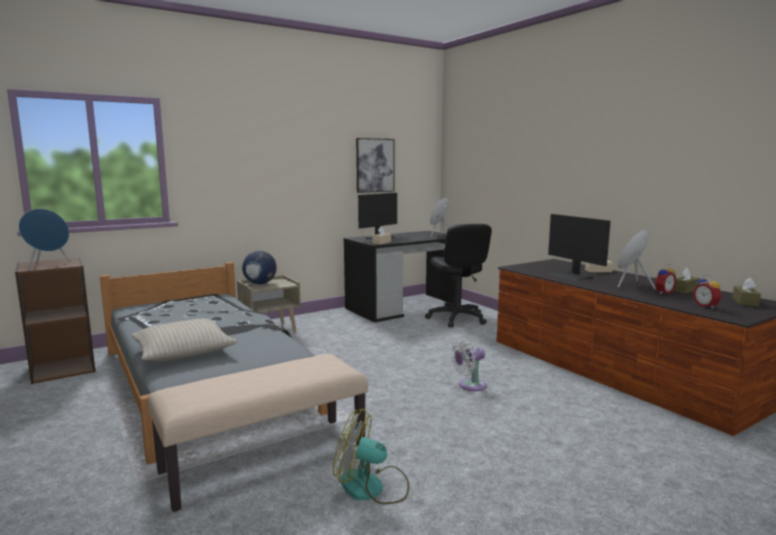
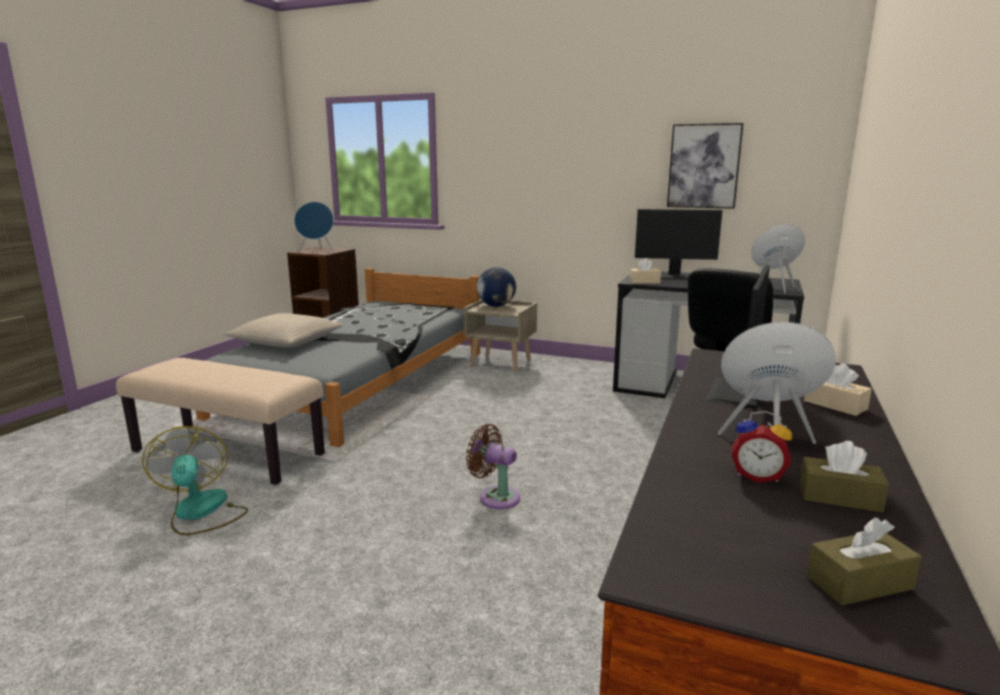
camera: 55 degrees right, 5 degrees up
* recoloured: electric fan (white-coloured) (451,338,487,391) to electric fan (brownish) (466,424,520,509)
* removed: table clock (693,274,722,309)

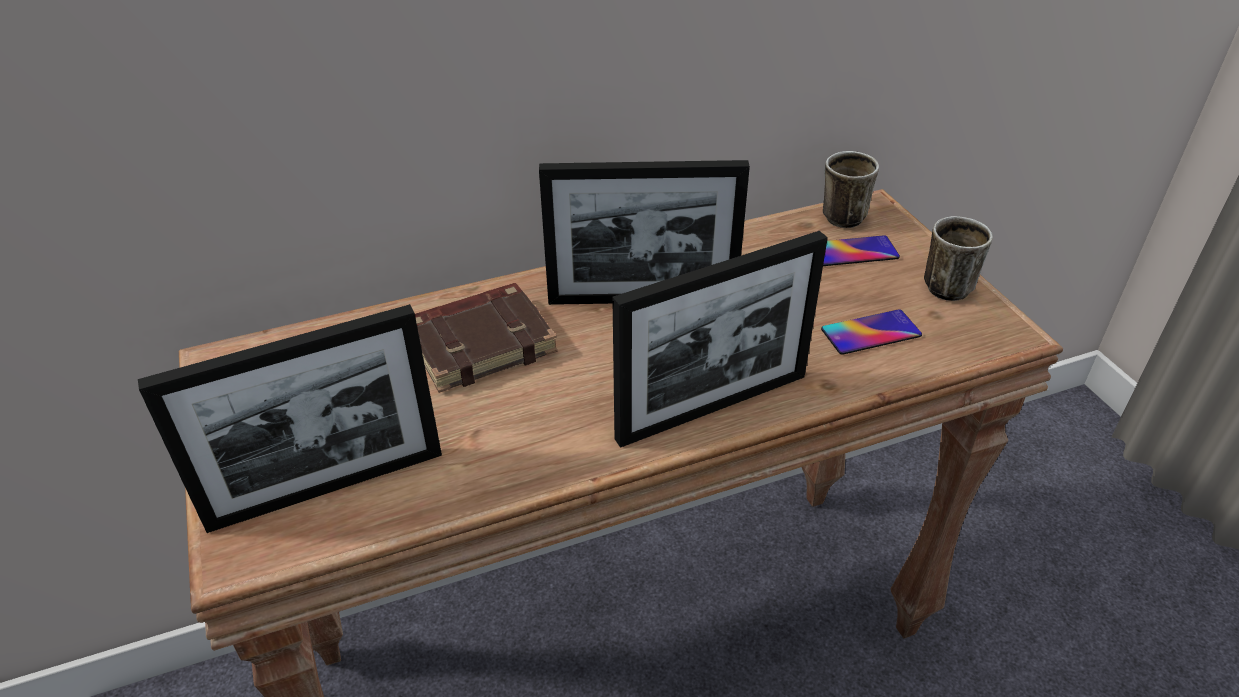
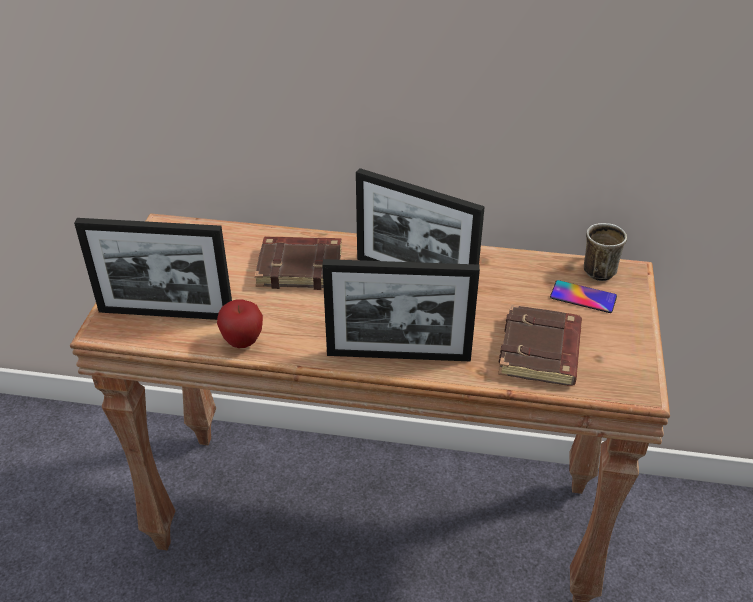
camera: 30 degrees right, 0 degrees up
* added: apple (217,300,263,348)
* replaced: phone (821,309,922,355) to book (brownish) (498,304,582,386)
* removed: coffee mug (924,216,993,301)

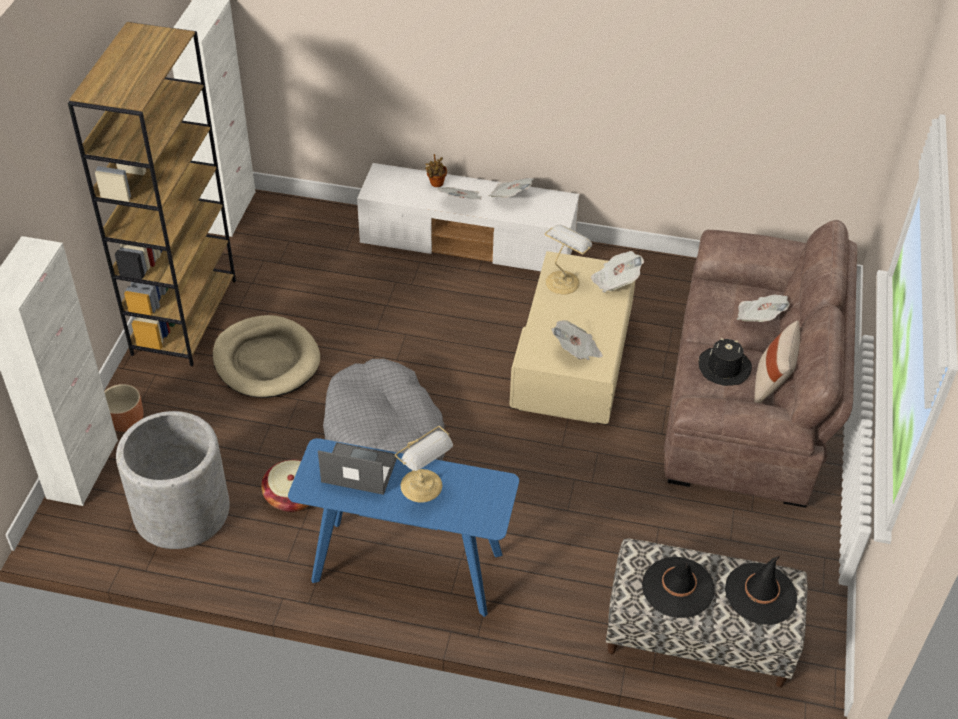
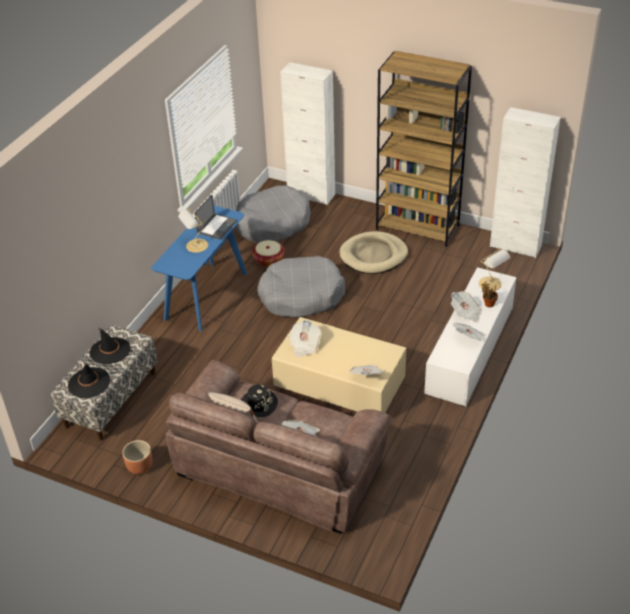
camera: 105 degrees right, 5 degrees down
* moved: plant pot (brownish) (104,384,143,432) to (122,440,153,474)
* replaced: plant pot (gray) (116,411,230,549) to pet bed (gray) (236,185,311,244)
* moved: table lamp (544,225,592,294) to (479,248,510,291)

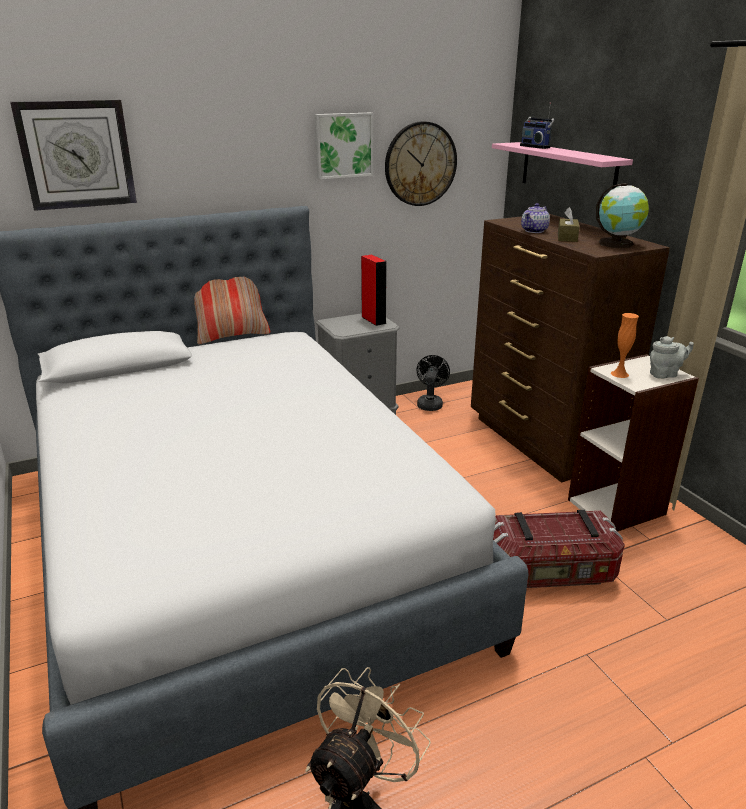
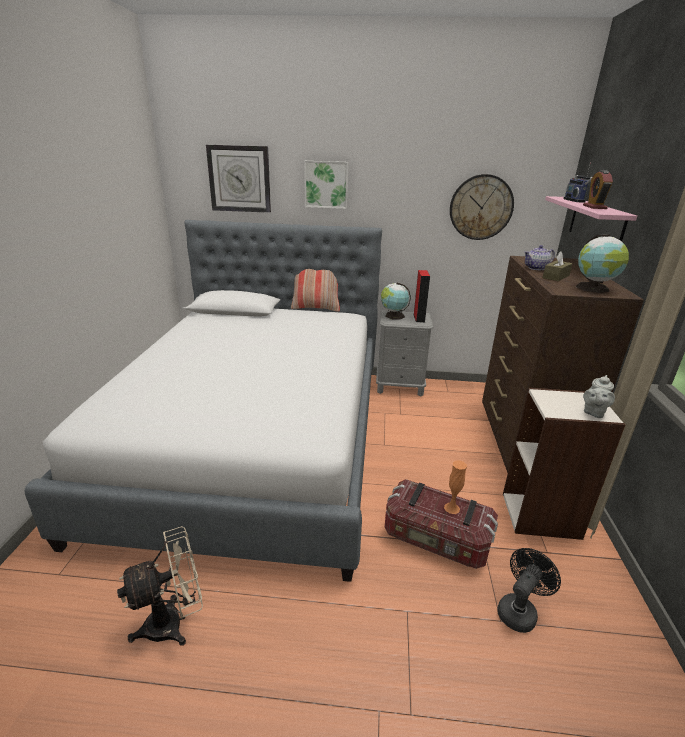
camera: 30 degrees right, 0 degrees up
* moved: wall picture (315,113,373,179) to (304,161,349,209)
* added: desk globe (381,282,411,320)
* moved: decorative vase (orange) (611,313,639,378) to (444,460,467,514)
* moved: electric fan (blackish) (417,355,450,411) to (497,548,561,633)
* added: table clock (583,170,613,209)
* turned: teapot (gray) (650,336,694,379) = (583,375,615,418) 105 degrees clockwise

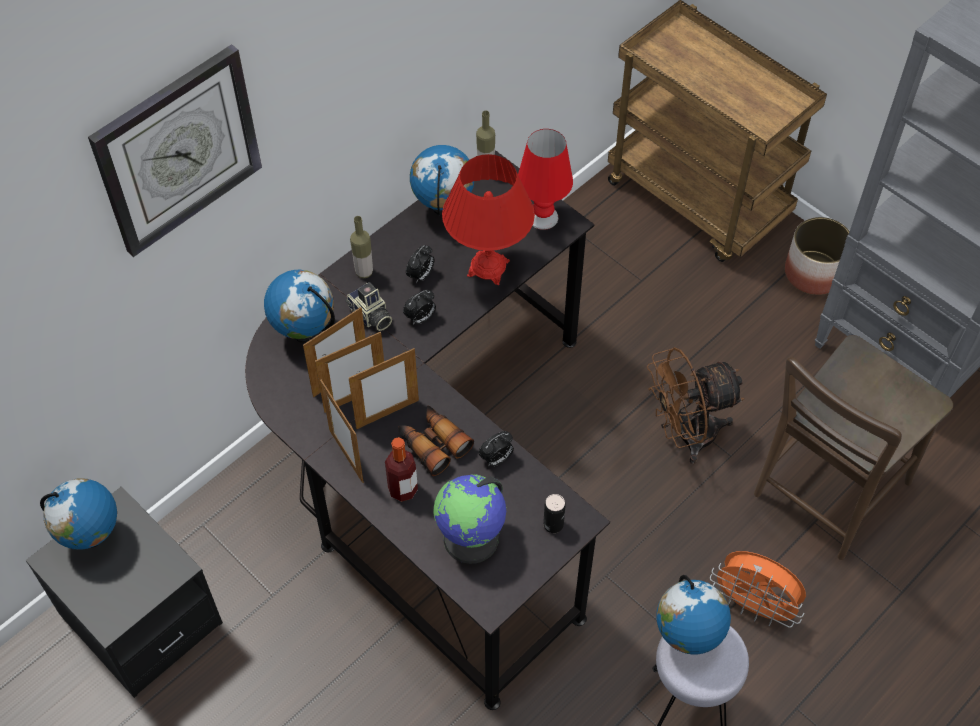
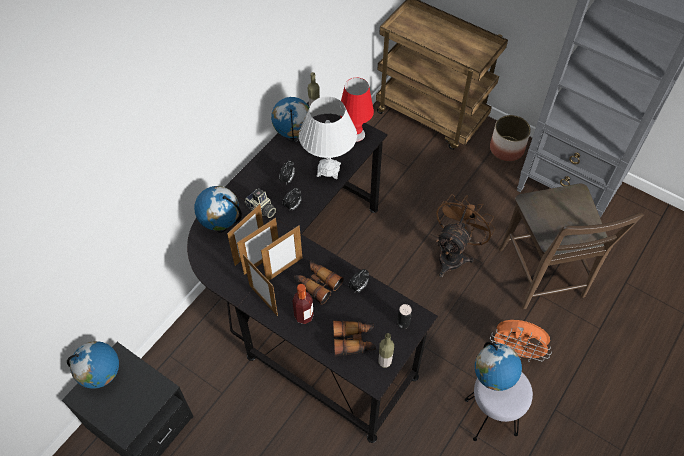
camera: 10 degrees left, 0 degrees up
* recoloured: table lamp (red-coloured) (442,154,535,285) to table lamp (white-coloured) (299,97,357,179)
* replaced: desk globe (434,474,507,564) to binoculars (333,321,376,356)
* moved: bottle (350,216,373,278) to (379,333,394,368)
* turned: electric fan (brownish) (647,347,745,464) = (436,194,495,278) 150 degrees clockwise
* turned: upright chair (brownish) (754,335,953,560) = (498,183,643,309) 45 degrees counterclockwise
* removed: wall clock (88,44,262,257)

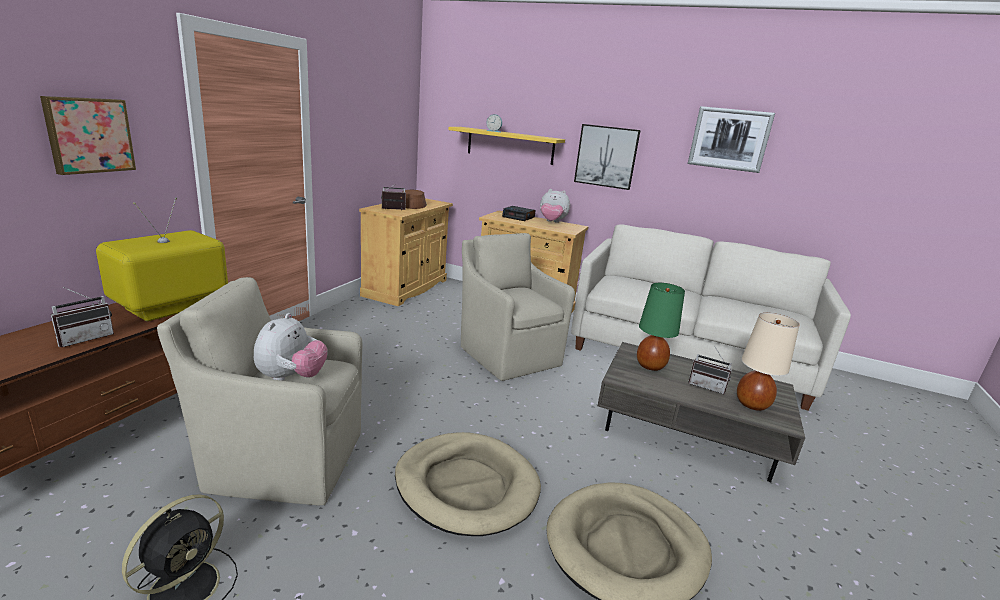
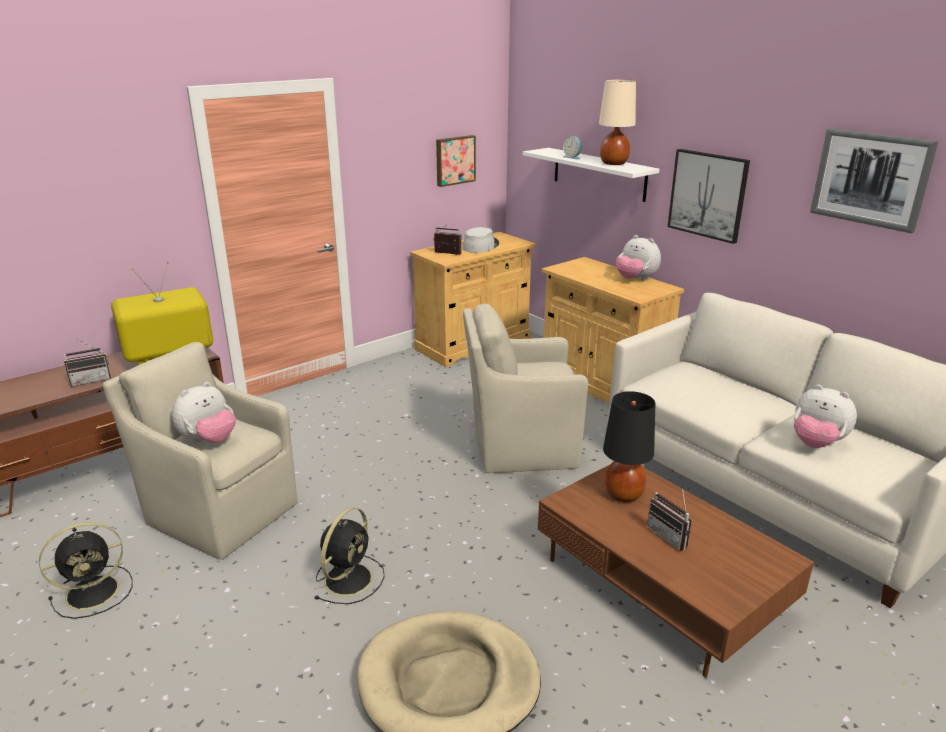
camera: 30 degrees right, 5 degrees up
* replaced: pet bed (beige-coloured) (395,432,541,536) to electric fan (blackish) (314,507,385,604)
* moved: wall picture (40,96,136,175) to (436,135,476,187)
* recoloured: hat (brownish) (403,190,427,209) to hat (gray) (462,227,499,253)
* turned: armchair (beige-coloured) (461,233,575,381) = (463,304,588,473) 90 degrees counterclockwise
* recoloured: shelf (yellow) (448,127,565,165) to shelf (white-coloured) (523,148,659,202)
* recoloured: lounge table (gray) (598,342,805,482) to lounge table (brownish) (538,465,814,677)
* moved: table lamp (beige-coloured) (737,313,800,411) to (599,79,636,165)
* recoloured: table lamp (green-coloured) (637,283,685,371) to table lamp (blackish) (603,391,656,502)
* added: plush toy (794,385,857,448)
* removed: table clock (502,206,535,221)

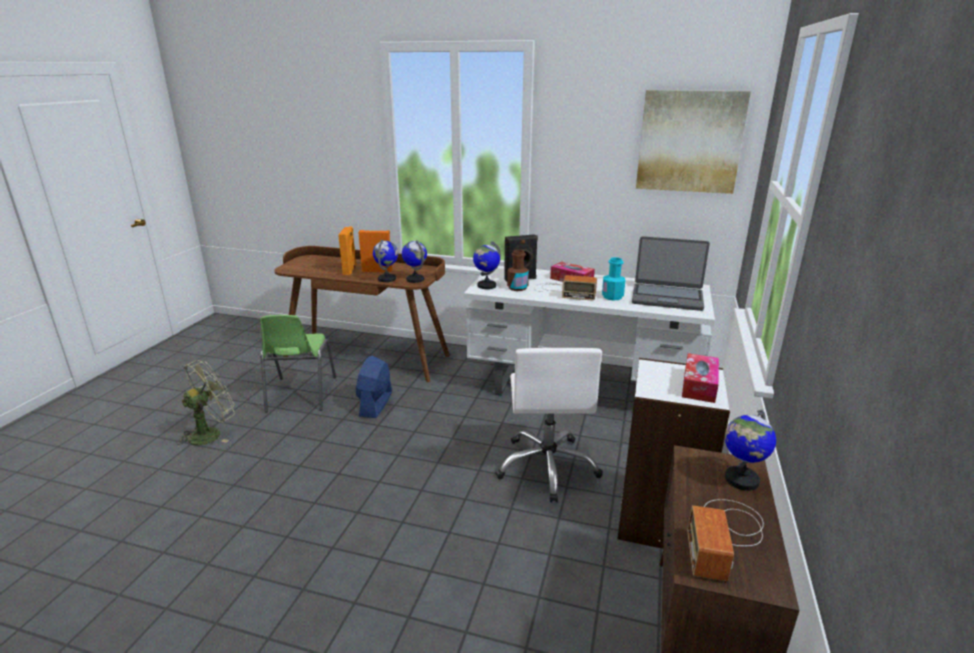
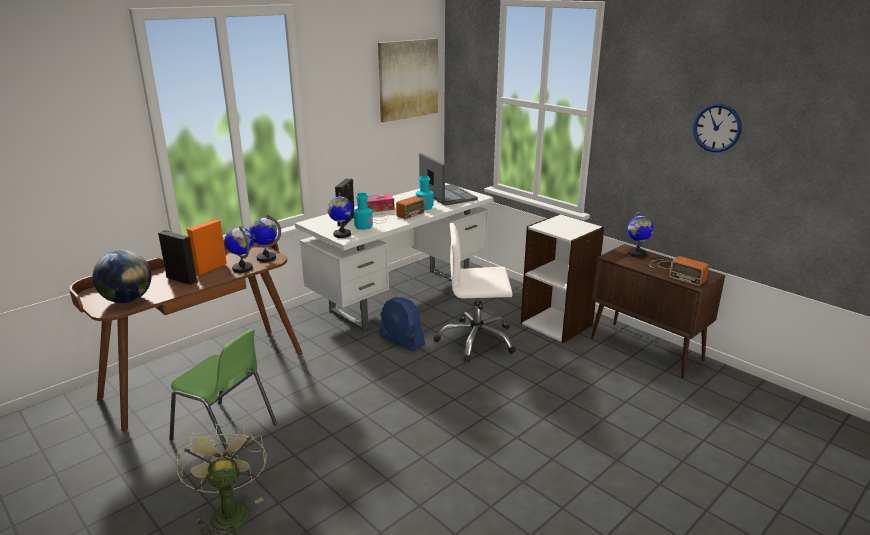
camera: 60 degrees left, 0 degrees up
* added: desk globe (92,250,151,303)
* recoloured: speaker (orange) (338,227,357,275) to speaker (blackish) (158,230,198,285)
* recoloured: bottle (brownish) (507,250,529,291) to bottle (turquoise) (354,192,373,230)
* moved: electric fan (blue-coloured) (356,356,392,418) to (379,297,425,351)
* turned: portable computer (632,236,710,311) = (419,153,478,206) 75 degrees counterclockwise
* turned: office chair (white-coloured) (495,348,603,502) = (434,222,516,362) 150 degrees clockwise
* added: wall clock (693,104,742,152)
* removed: tissue box (682,353,719,403)

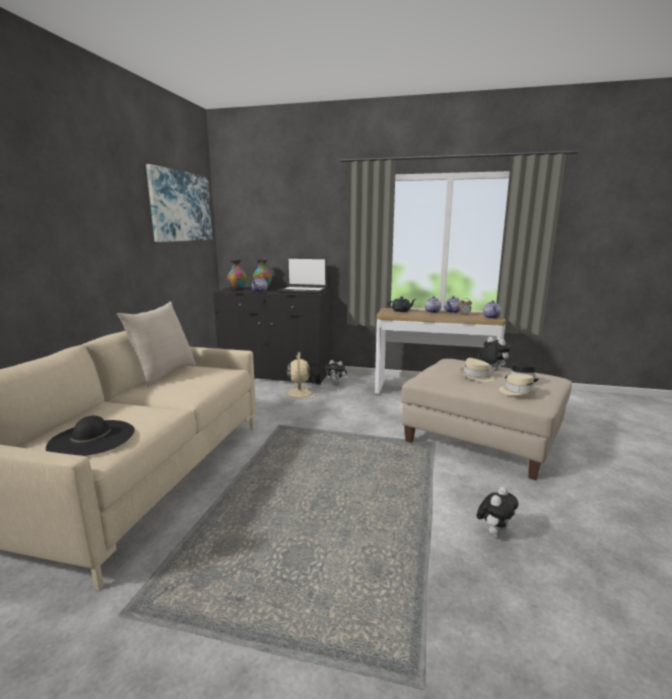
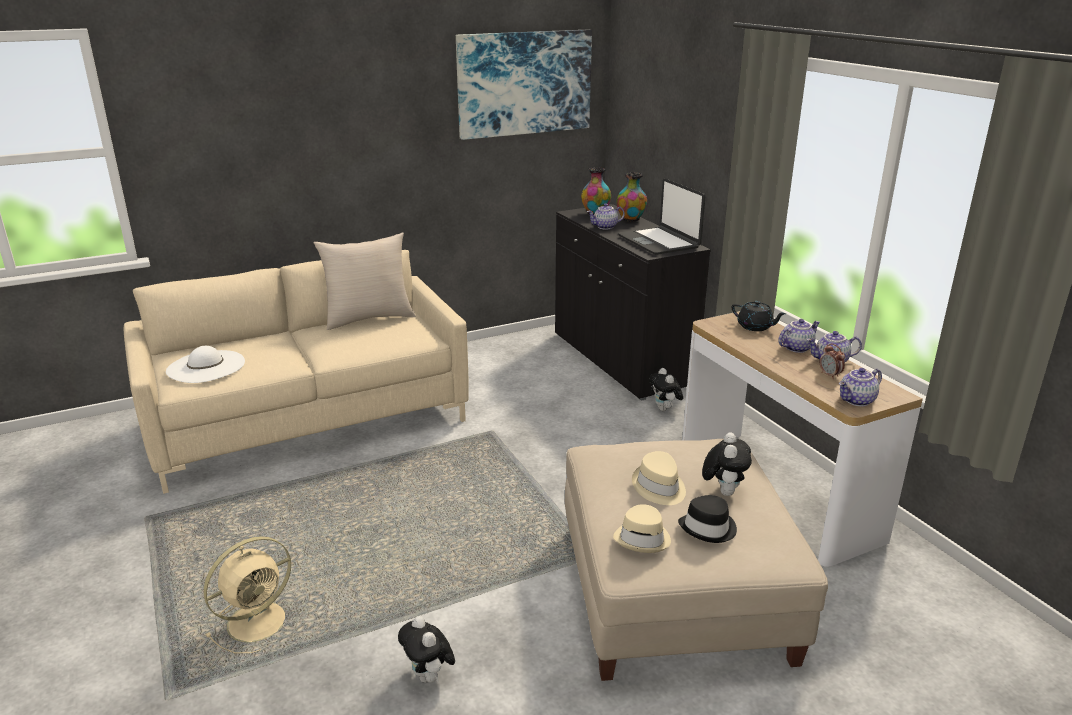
camera: 50 degrees right, 10 degrees up
* recoloured: hat (blackish) (46,415,135,456) to hat (white-coloured) (166,346,245,383)
* moved: electric fan (beige-coloured) (283,352,317,401) to (204,536,291,654)
* turned: plush toy (477,487,518,537) = (398,616,455,683) 60 degrees clockwise

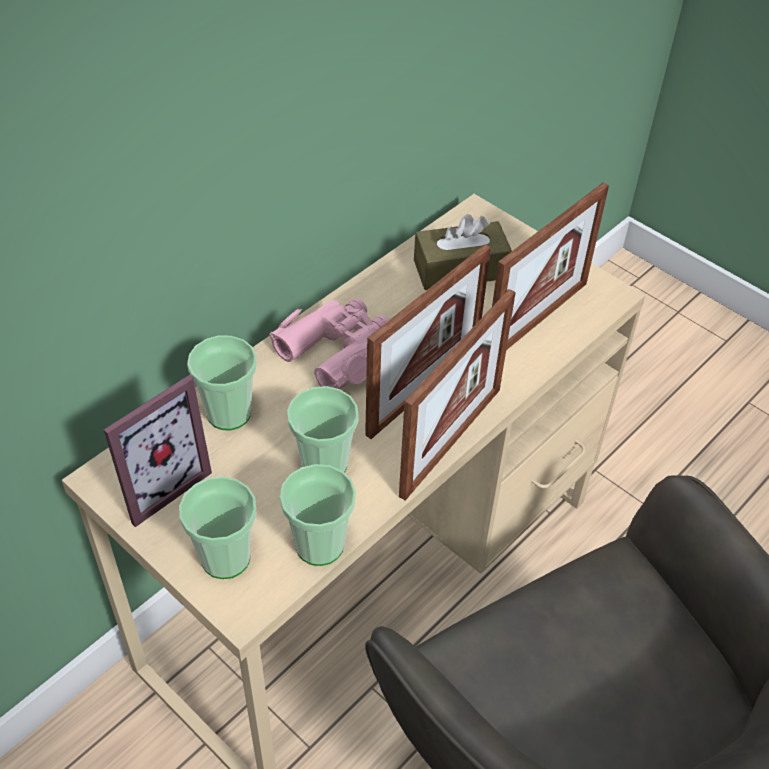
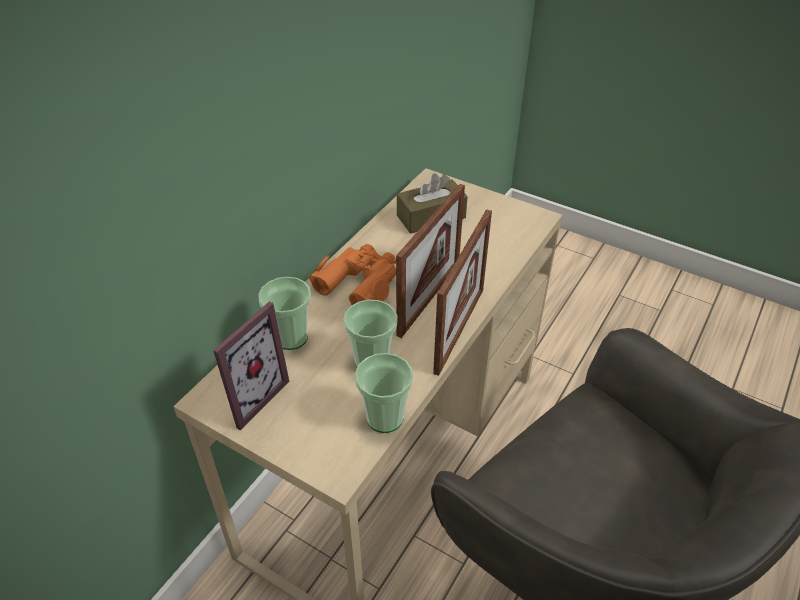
camera: 10 degrees left, 5 degrees down
* recoloured: binoculars (pink-coloured) (270,298,389,390) to binoculars (orange) (309,244,396,305)
* removed: cup (179,476,257,579)
* removed: picture frame (492,182,609,350)

